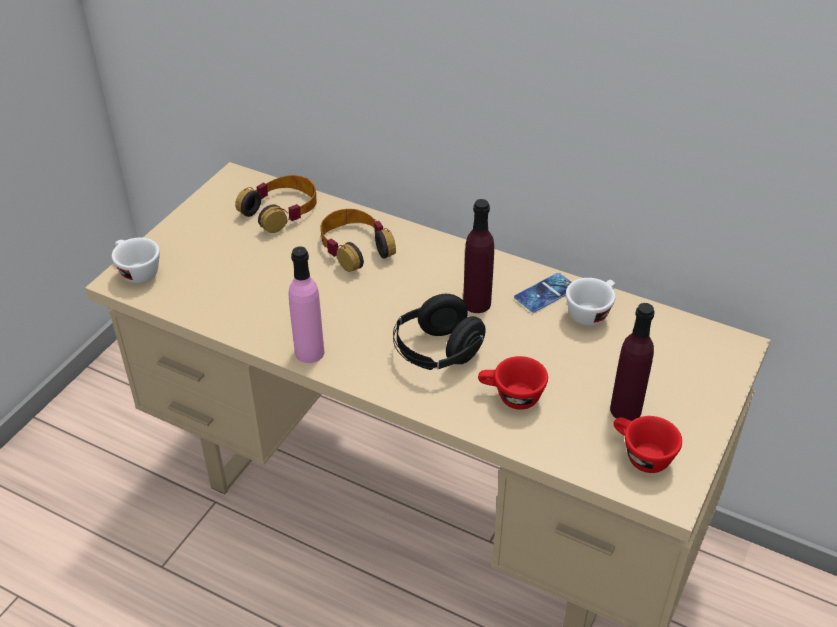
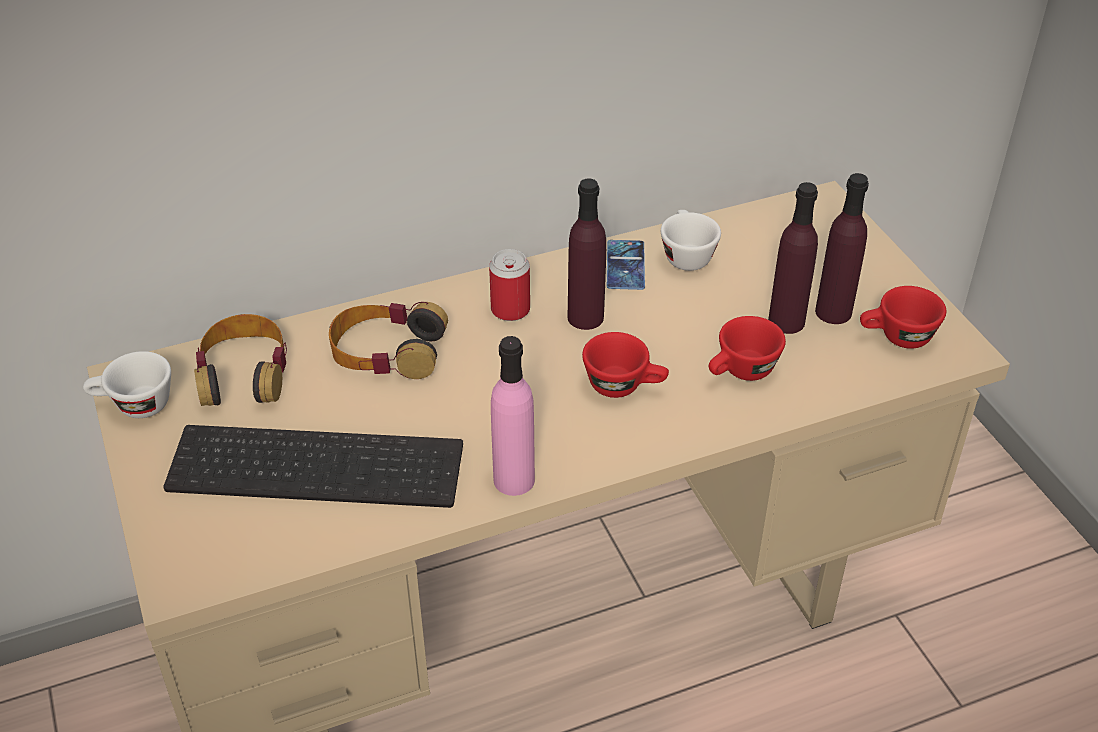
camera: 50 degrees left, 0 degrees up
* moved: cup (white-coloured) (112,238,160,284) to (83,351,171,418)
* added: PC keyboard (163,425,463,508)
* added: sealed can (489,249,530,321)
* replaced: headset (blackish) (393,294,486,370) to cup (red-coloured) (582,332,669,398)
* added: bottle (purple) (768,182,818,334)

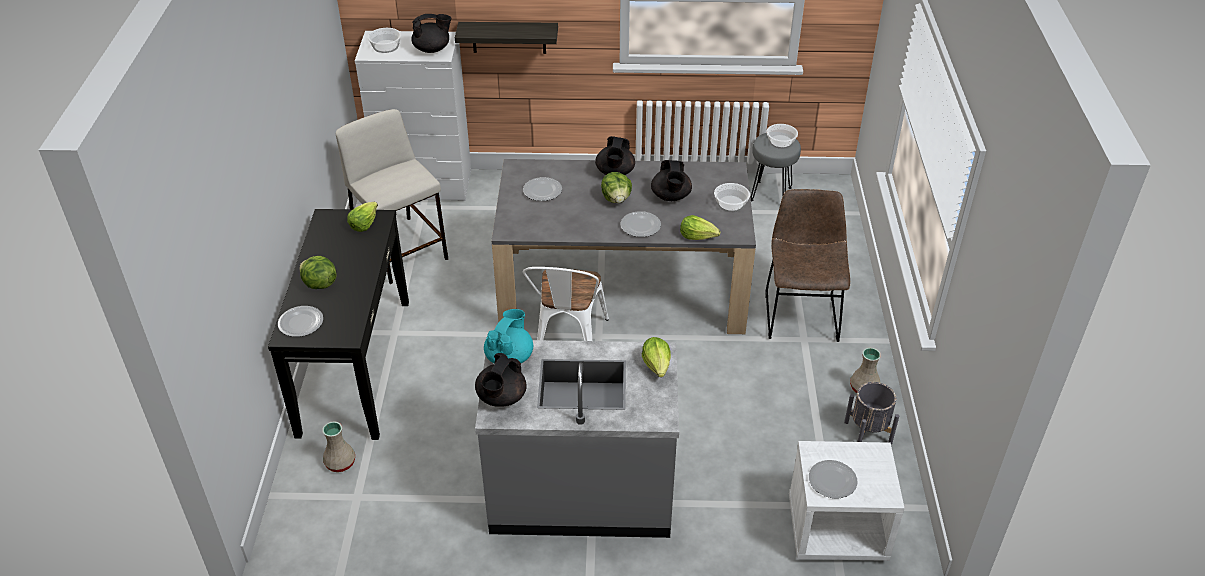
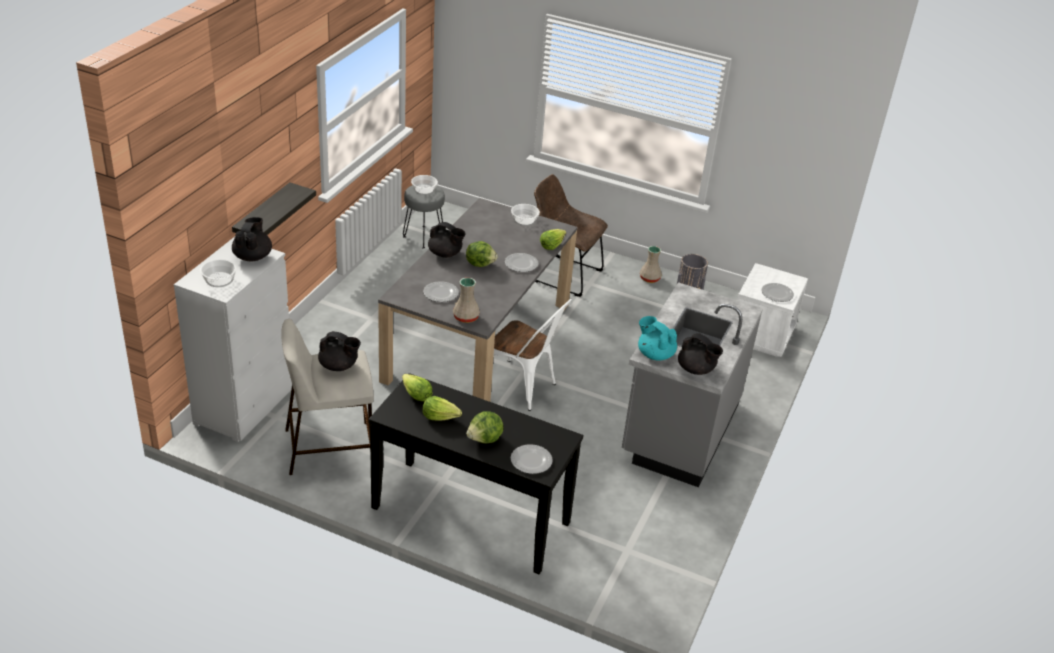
camera: 70 degrees left, 5 degrees down
* moved: teapot (blackish) (651,160,692,201) to (318,331,361,371)
* moved: head of lettuce (642,337,671,377) to (422,396,462,421)
* moved: decorative vase (beige-coloured) (322,421,355,472) to (453,277,480,323)

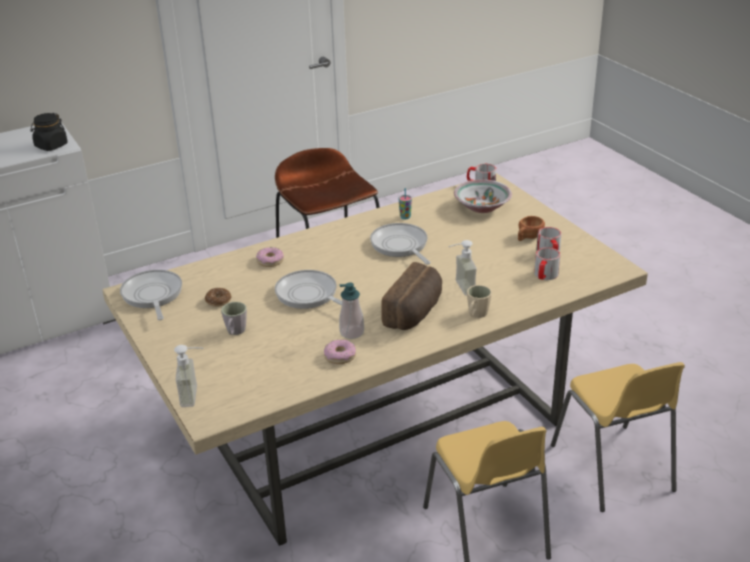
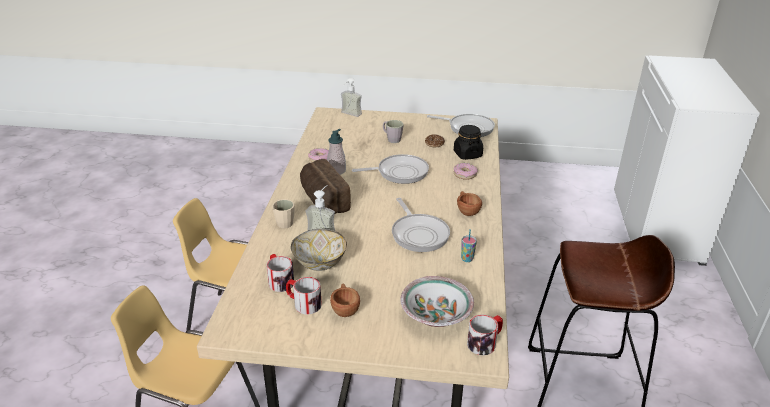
camera: 125 degrees right, 0 degrees up
* added: serving bowl (291,229,347,271)
* turned: pan (370,223,431,265) = (392,198,450,252) 60 degrees clockwise
* moved: jar (blackish) (30,113,68,151) to (454,125,483,160)
* added: cup (brownish) (457,191,482,216)

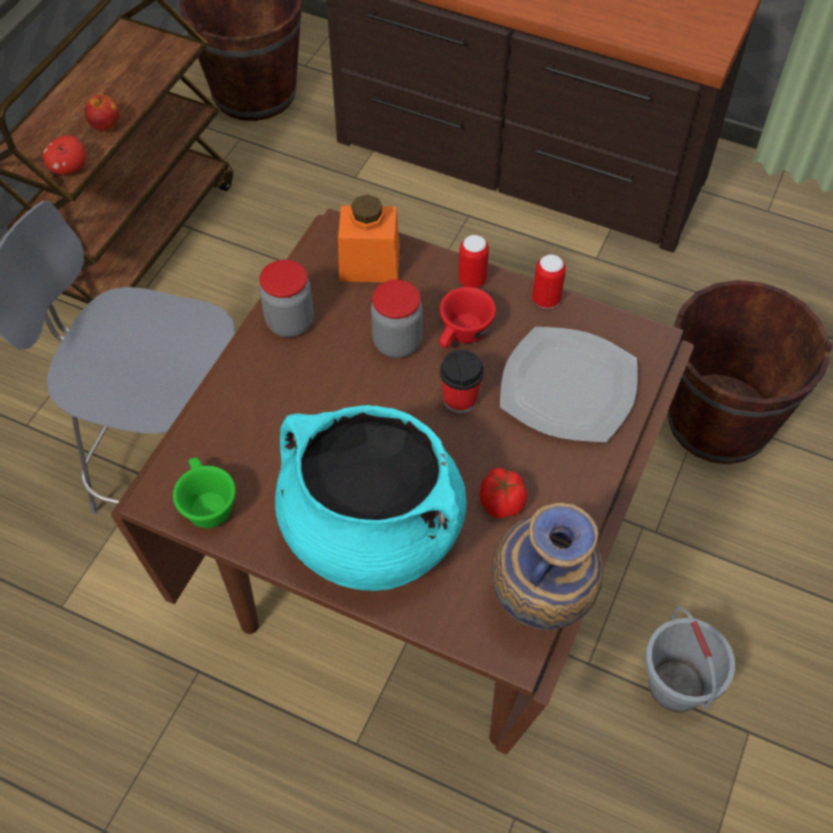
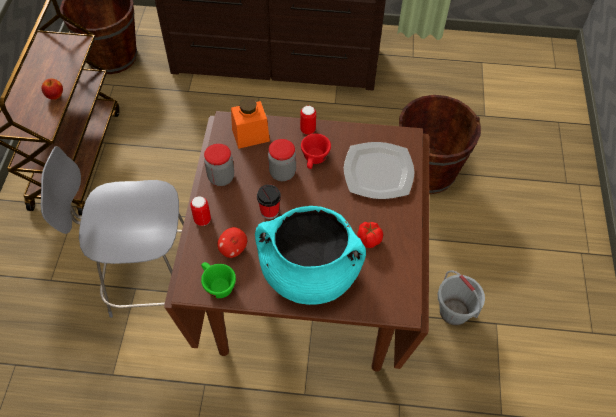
camera: 20 degrees left, 0 degrees up
* moved: sealed can (532,254,566,309) to (190,196,211,226)
* moved: apple (43,135,86,175) to (217,227,247,258)
* moved: cup (440,349,484,414) to (257,184,281,219)
* removed: decorative vase (492,503,603,630)

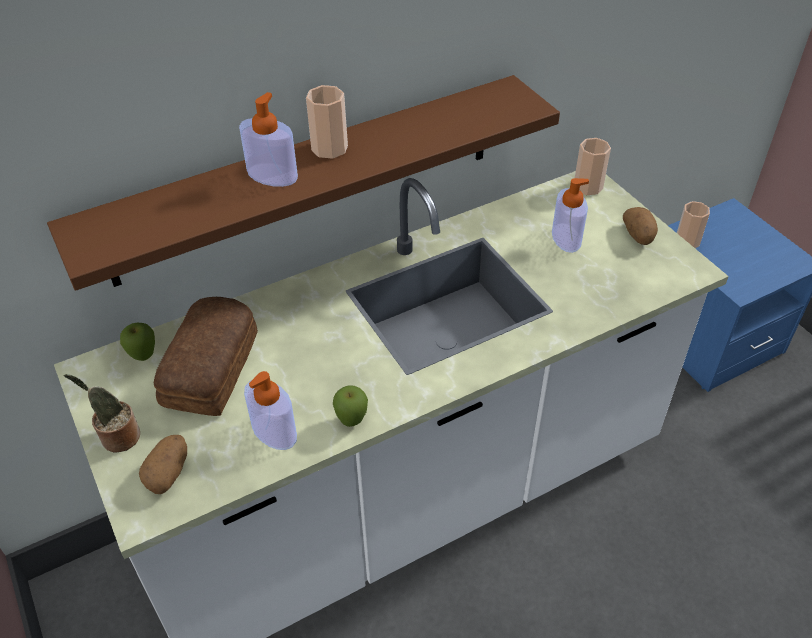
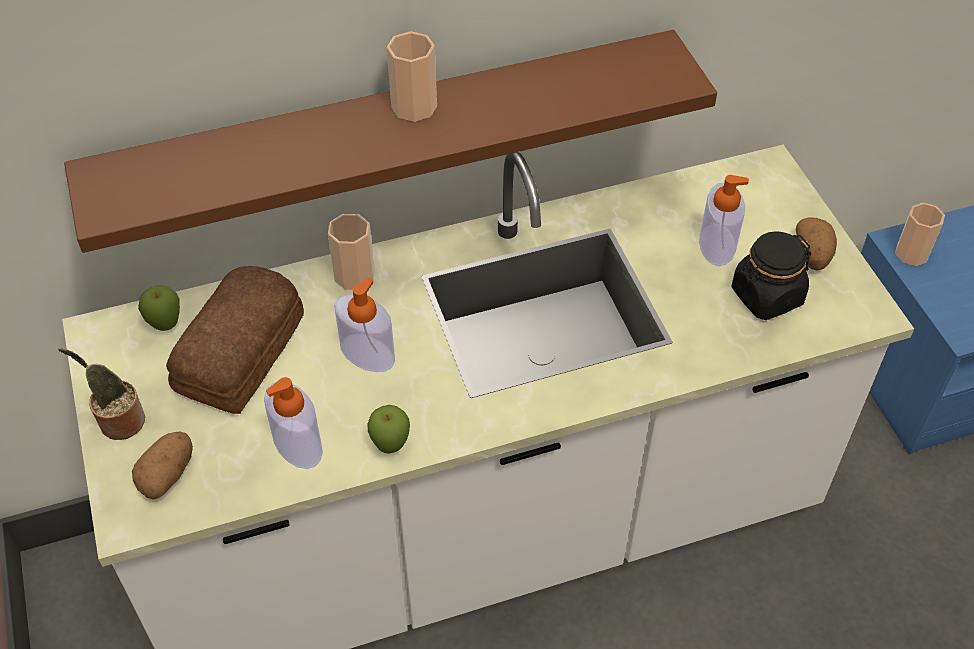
camera: 10 degrees right, 5 degrees up
* moved: cup (575,138,611,195) to (328,214,375,290)
* moved: liquid soap bottle (239,92,298,187) to (334,277,395,372)
* added: jar (blackish) (731,231,811,320)

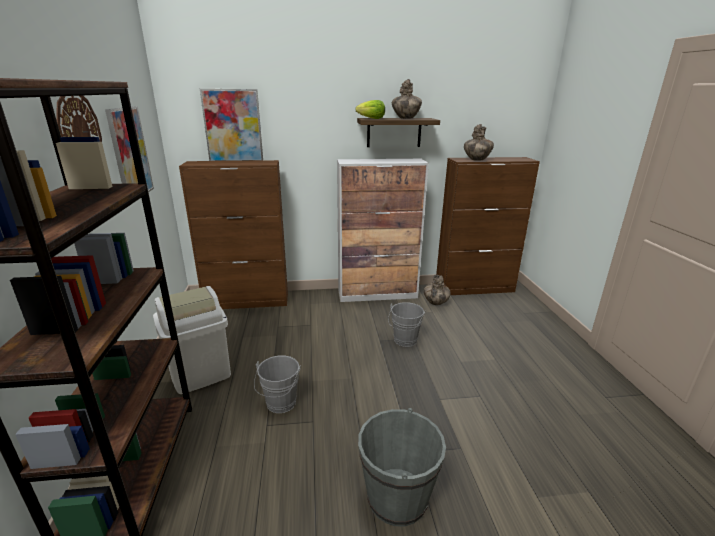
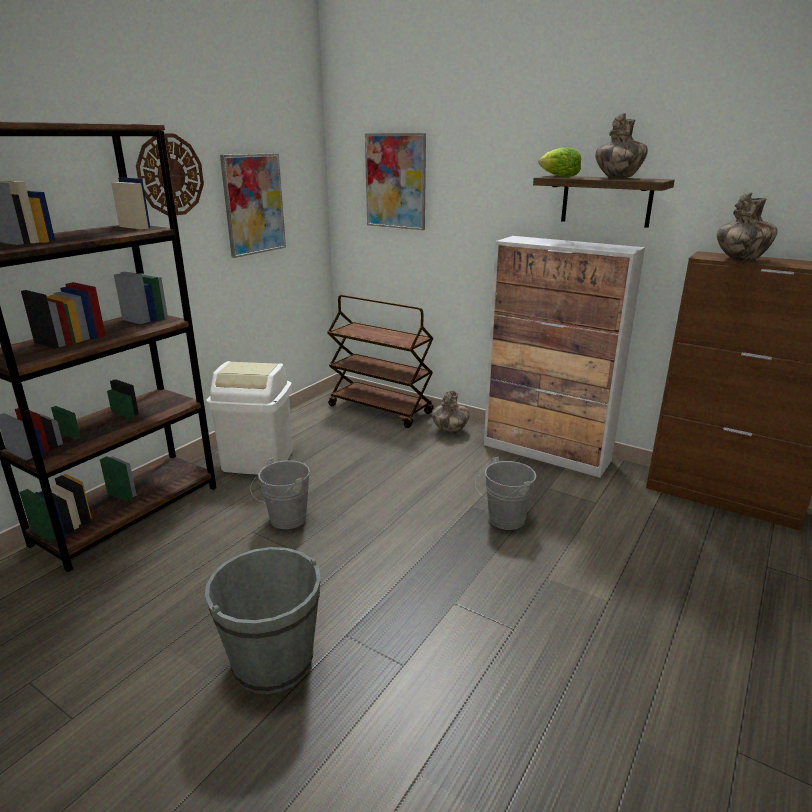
camera: 40 degrees right, 0 degrees up
* replaced: cabinet (brownish) (179,160,288,309) to cart (brownish) (327,295,434,428)
* moved: decorative vase (424,275,451,305) to (432,391,470,434)

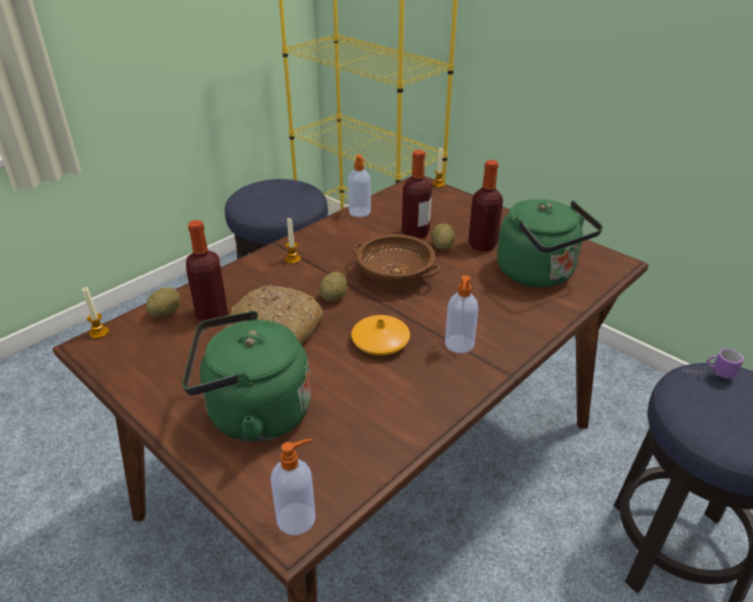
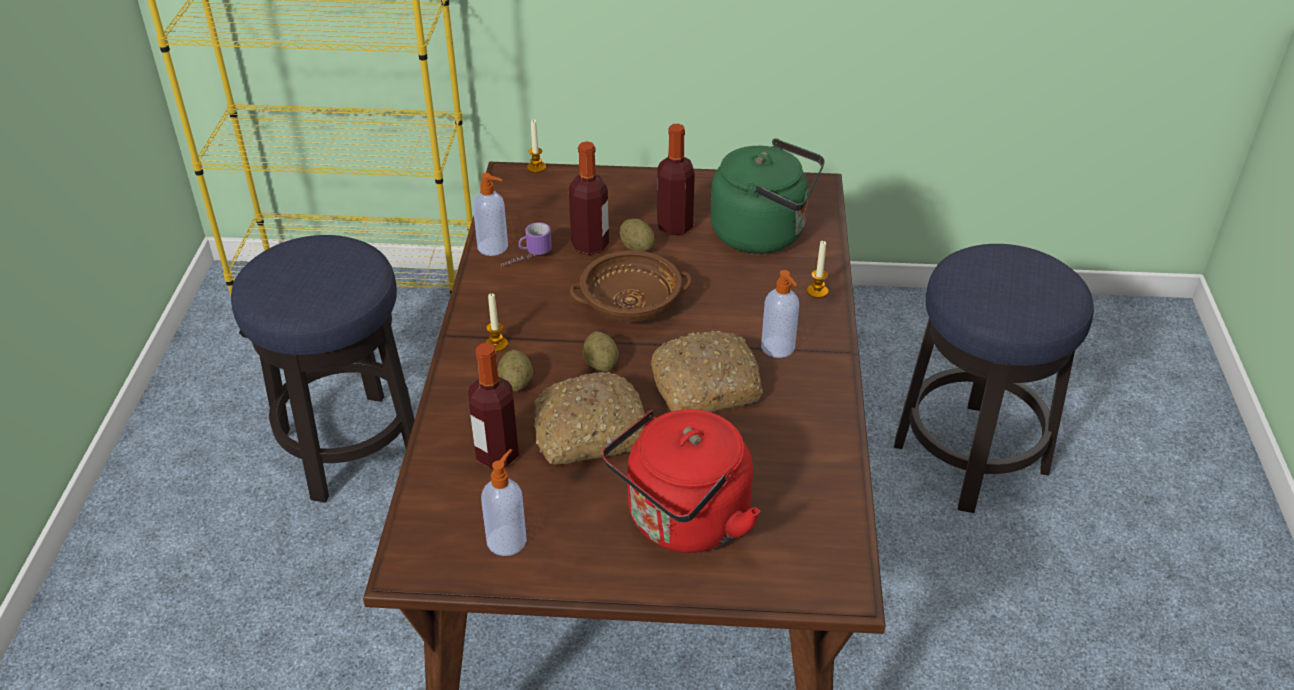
camera: 40 degrees left, 5 degrees up
* moved: liquid soap bottle (271,439,316,536) to (481,449,527,556)
* moved: potato (146,287,181,317) to (497,350,533,392)
* moved: coffee mug (682,348,744,378) to (501,222,552,267)
* recoloured: kettle (green-coloured) (182,311,311,442) to kettle (red-coloured) (602,409,761,553)
* replaced: decorative vase (orange) (351,315,410,355) to bread (651,330,763,412)
* moved: wax light (82,287,109,339) to (807,241,828,298)

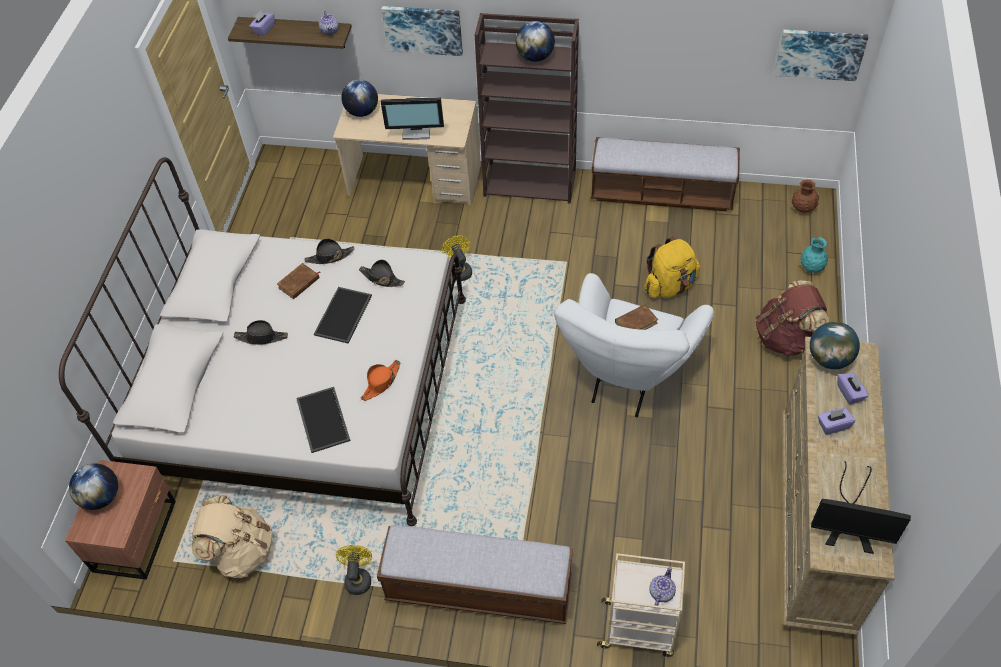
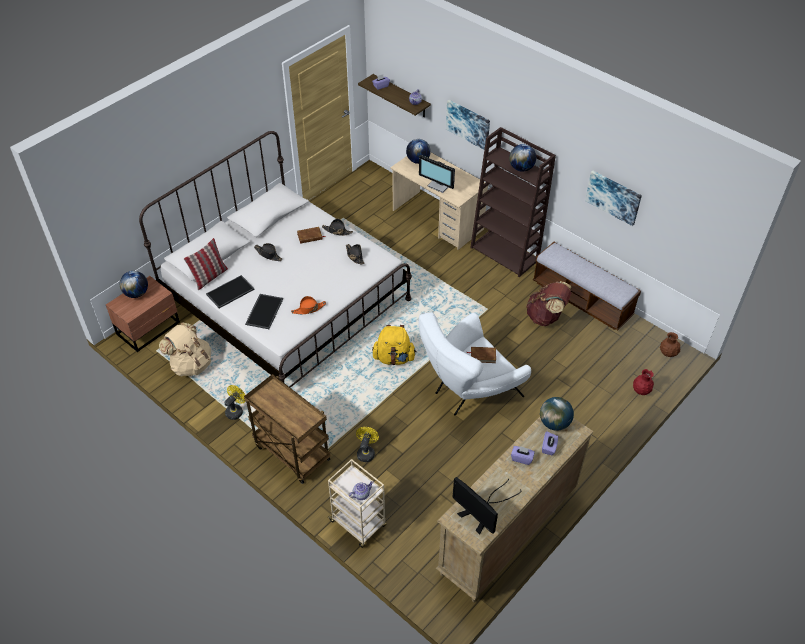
camera: 30 degrees right, 5 degrees down
* added: pillow (184,238,228,290)
* moved: tray (314,287,372,343) to (206,275,255,308)
* replaced: long seat (377,525,573,624) to cart (brownish) (244,374,331,484)
* moved: electric fan (yellow) (442,235,472,281) to (356,427,379,462)
* moved: knapsack (yellow) (644,237,700,298) to (372,325,416,365)
* moved: knapsack (brownish) (756,280,829,356) to (526,281,572,326)
* moved: wall picture (775,30,868,81) to (585,171,642,226)
* recoloured: decorative vase (turquoise) (800,237,828,273) to decorative vase (red-coloured) (633,369,654,395)

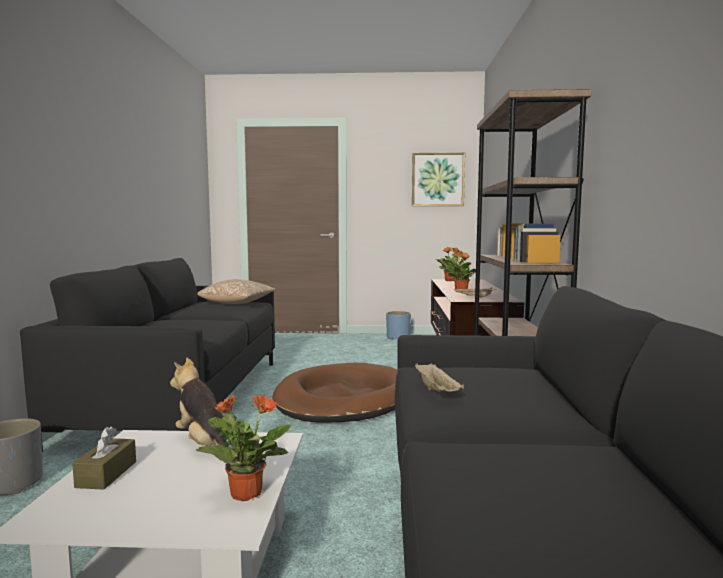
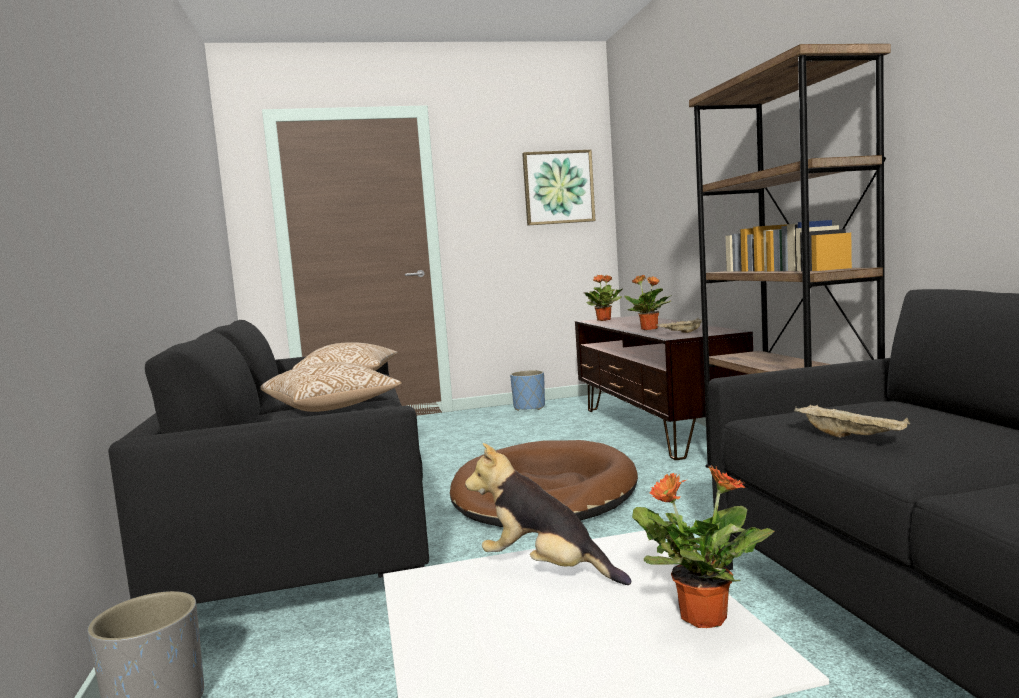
camera: 15 degrees left, 0 degrees up
* added: pillow (260,362,402,412)
* removed: tissue box (brownish) (72,427,136,490)

